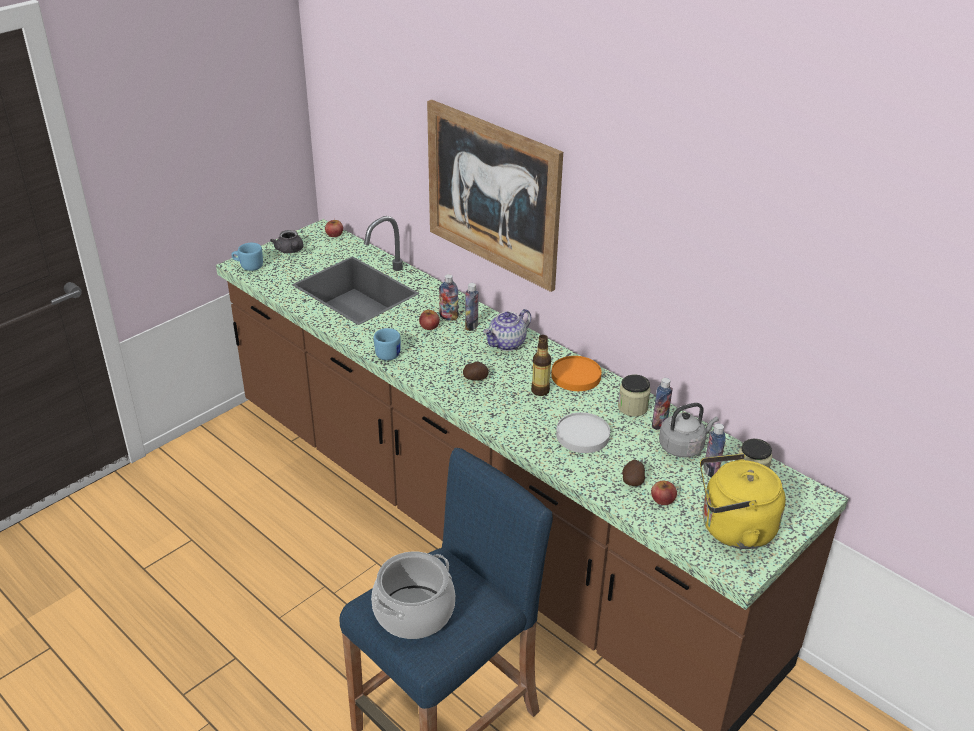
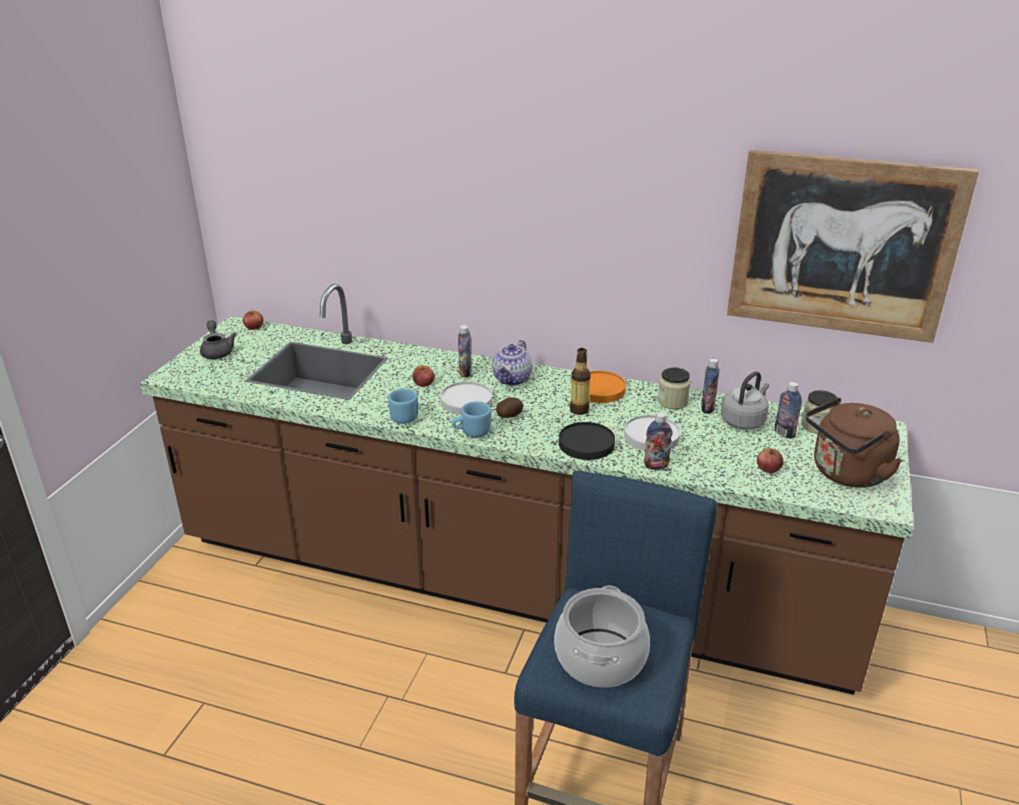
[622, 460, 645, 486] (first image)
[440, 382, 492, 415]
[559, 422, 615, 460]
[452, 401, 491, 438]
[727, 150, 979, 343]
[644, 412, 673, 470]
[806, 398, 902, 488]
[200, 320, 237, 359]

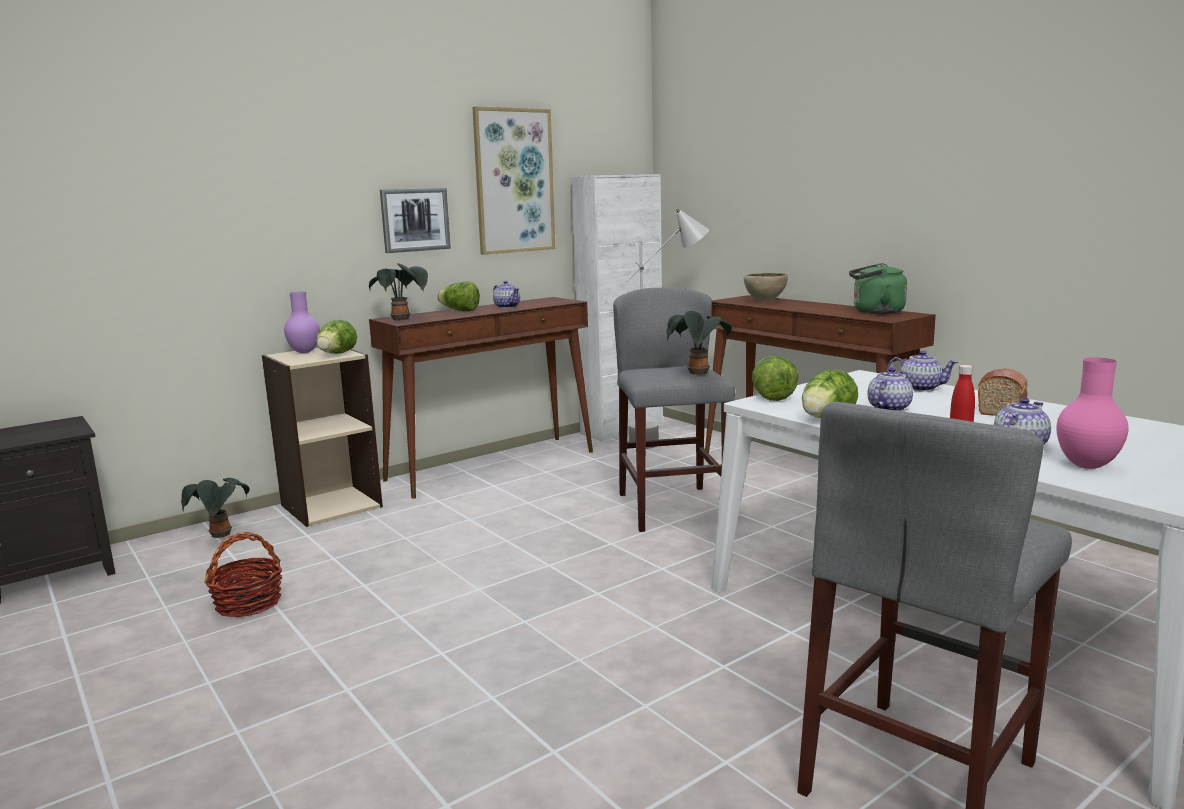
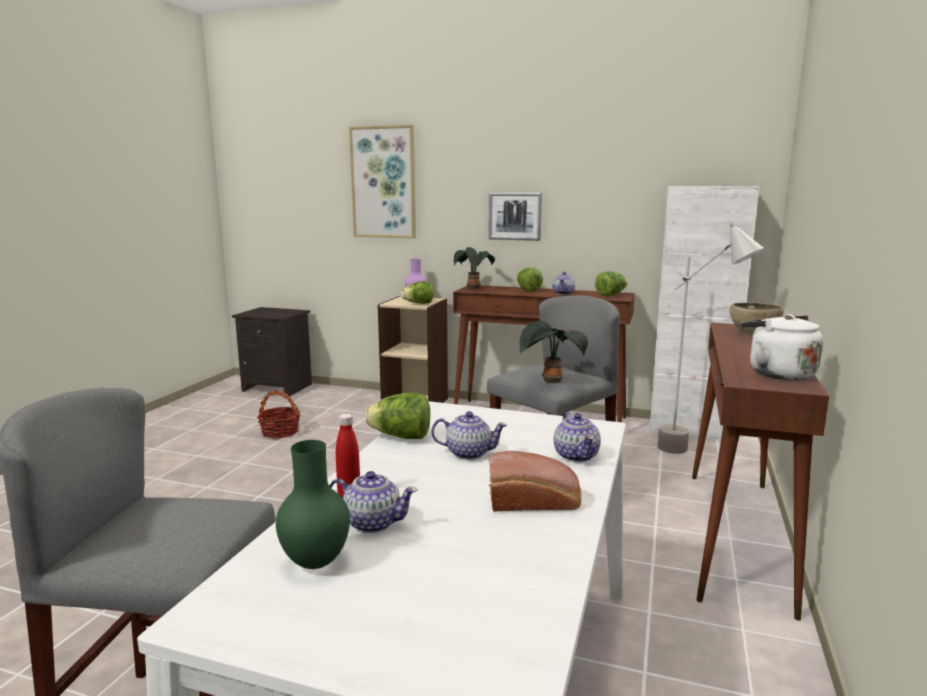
[181, 478, 249, 538] (first image)
[349, 125, 416, 238]
[595, 271, 628, 296]
[741, 314, 823, 380]
[276, 440, 350, 569]

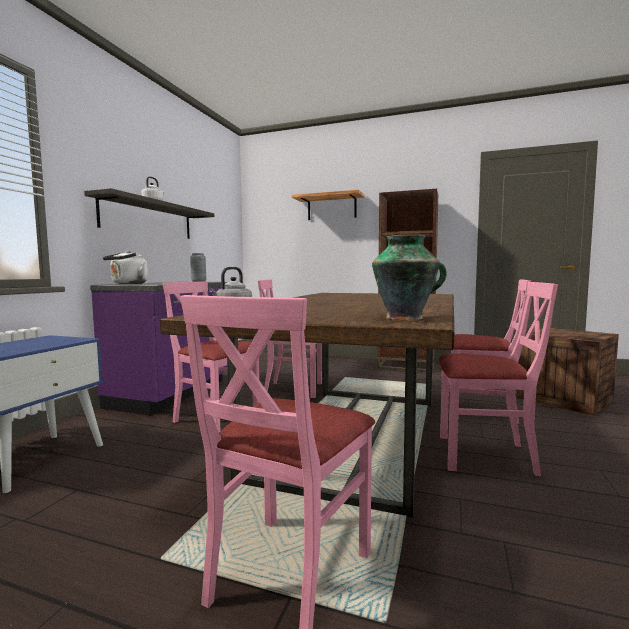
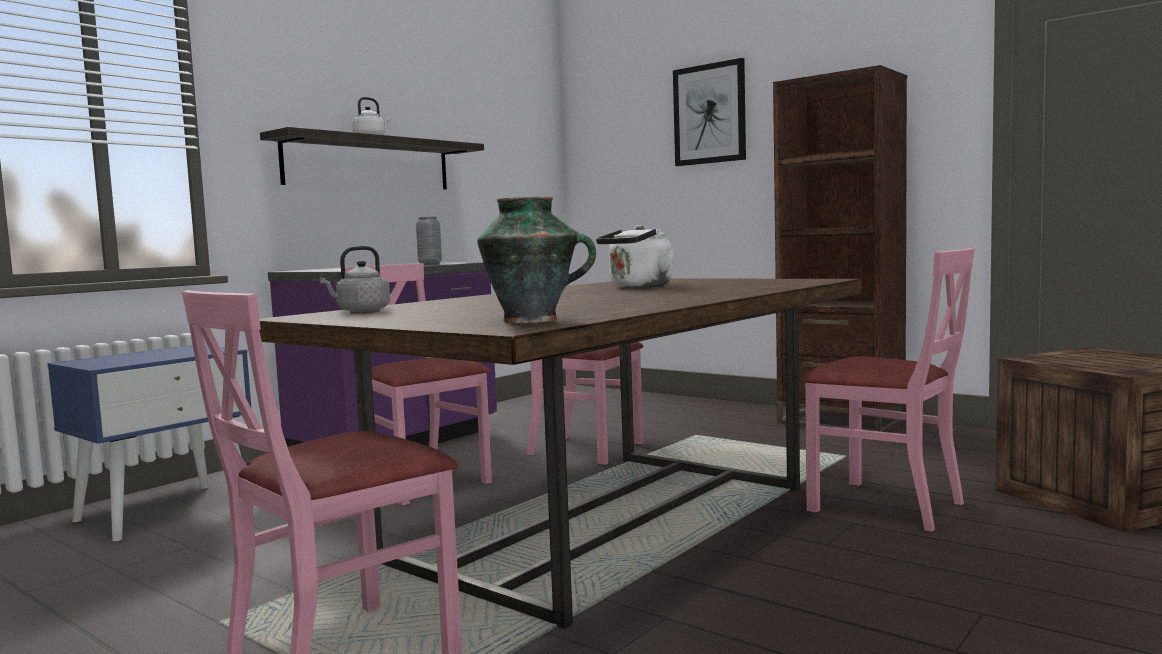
[439, 282, 558, 476] (first image)
[596, 225, 674, 288]
[673, 58, 746, 166]

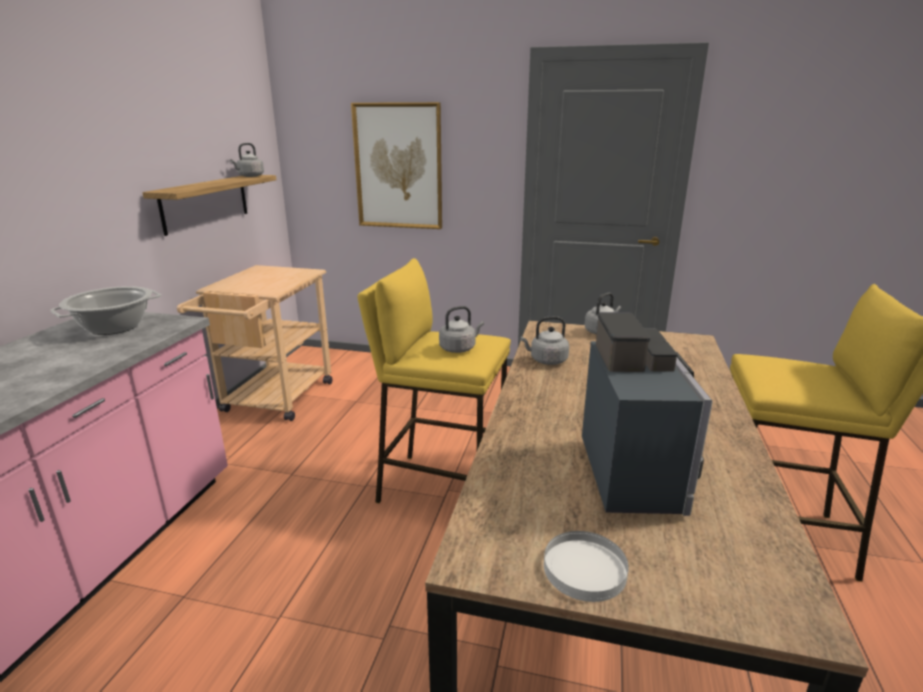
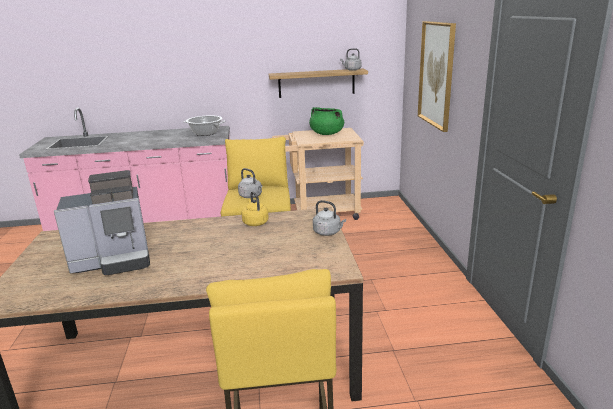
[544, 531, 629, 602] (first image)
[309, 107, 344, 135]
[242, 191, 269, 226]

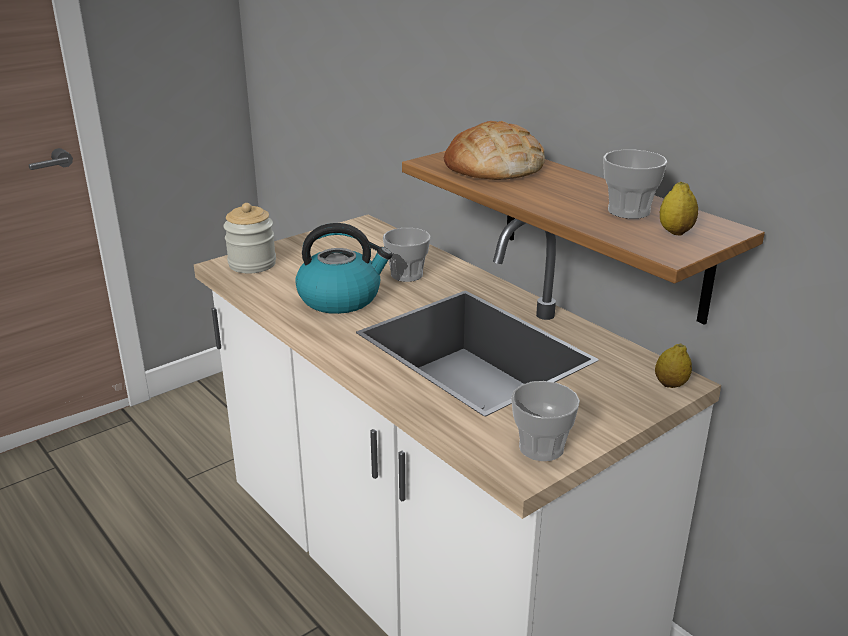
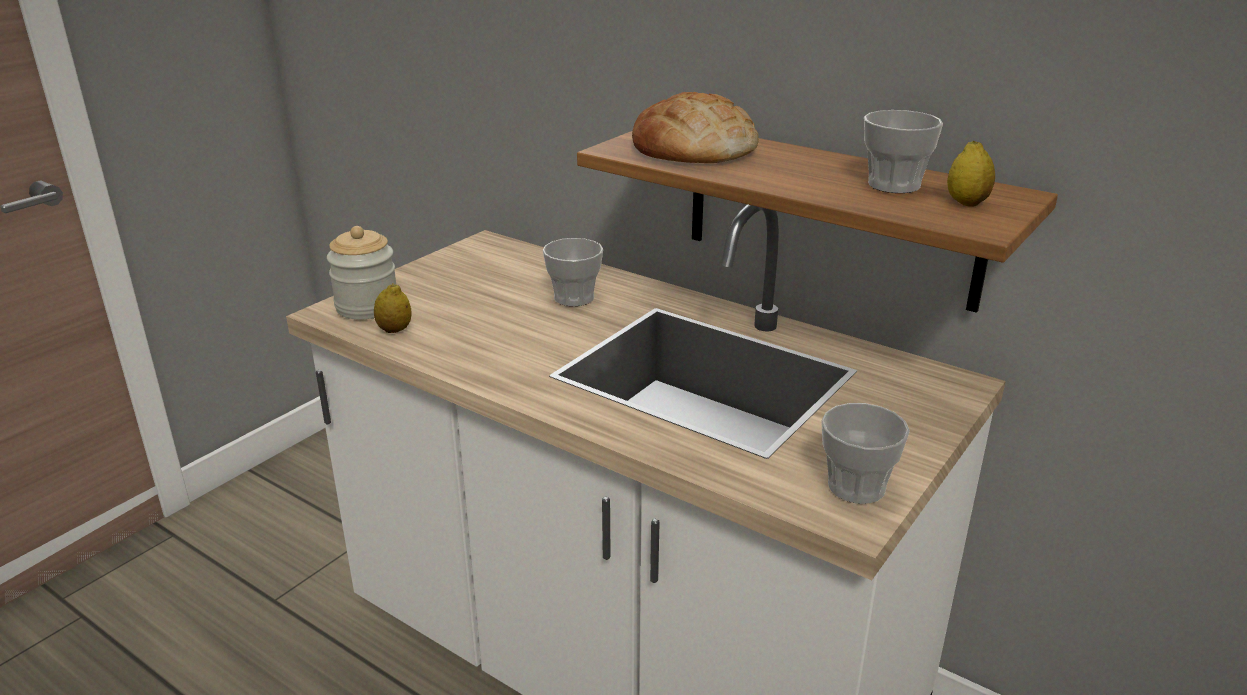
[295, 223, 392, 314] (first image)
[374, 283, 412, 333]

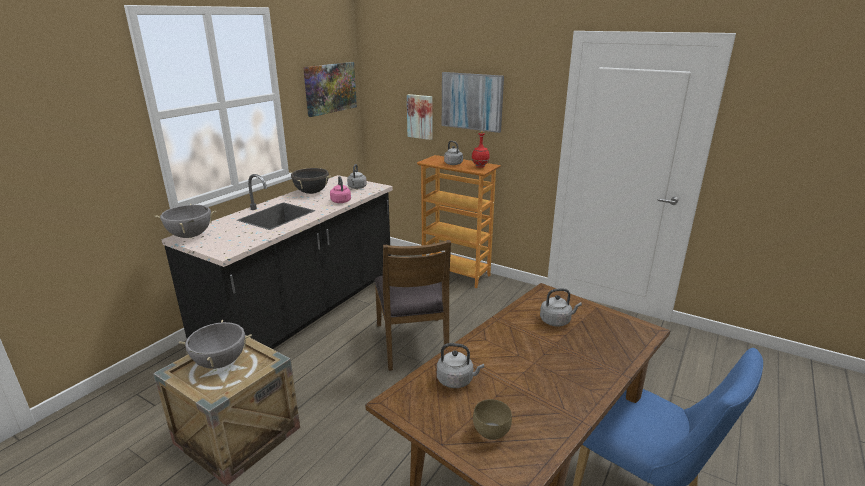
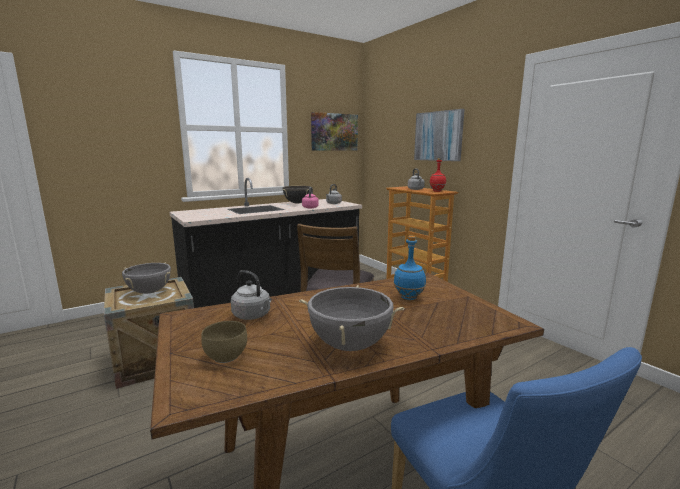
[407, 94, 432, 140] (first image)
[299, 285, 404, 351]
[393, 236, 426, 300]

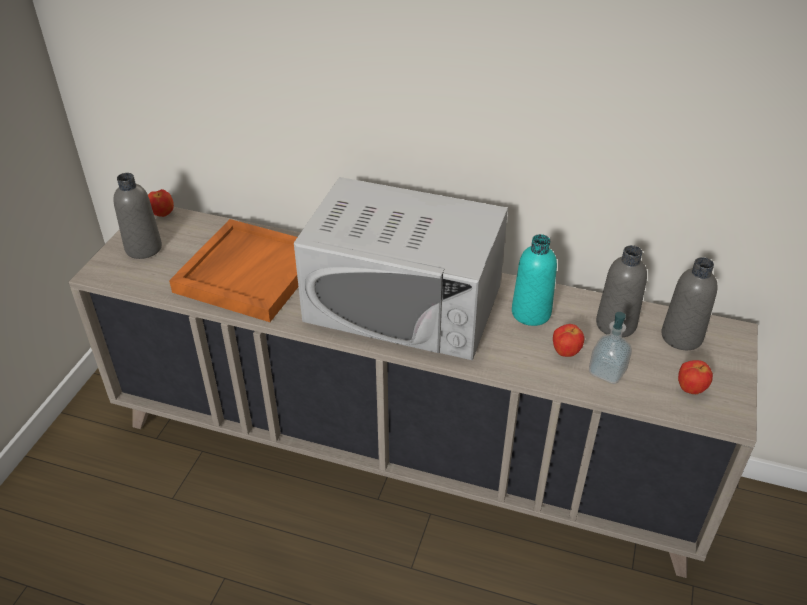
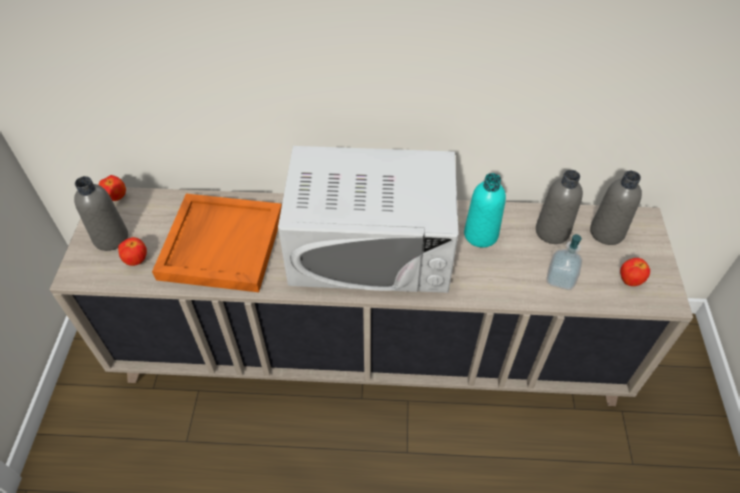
[118, 237, 147, 266]

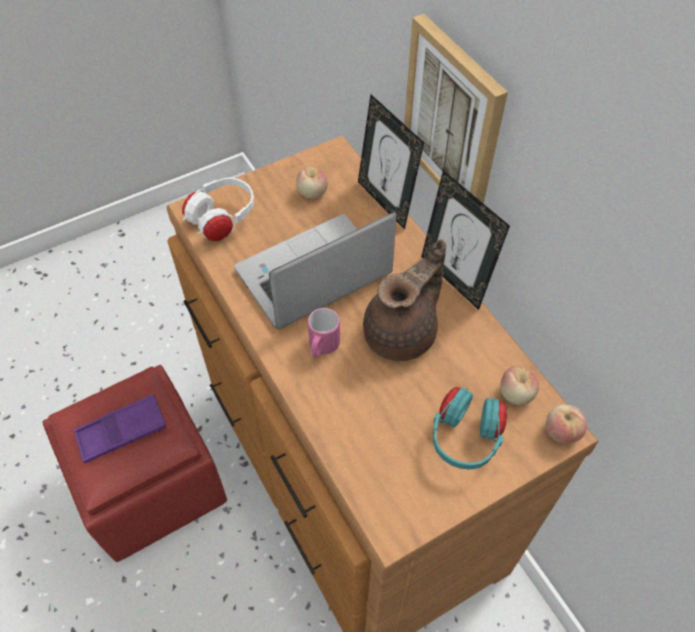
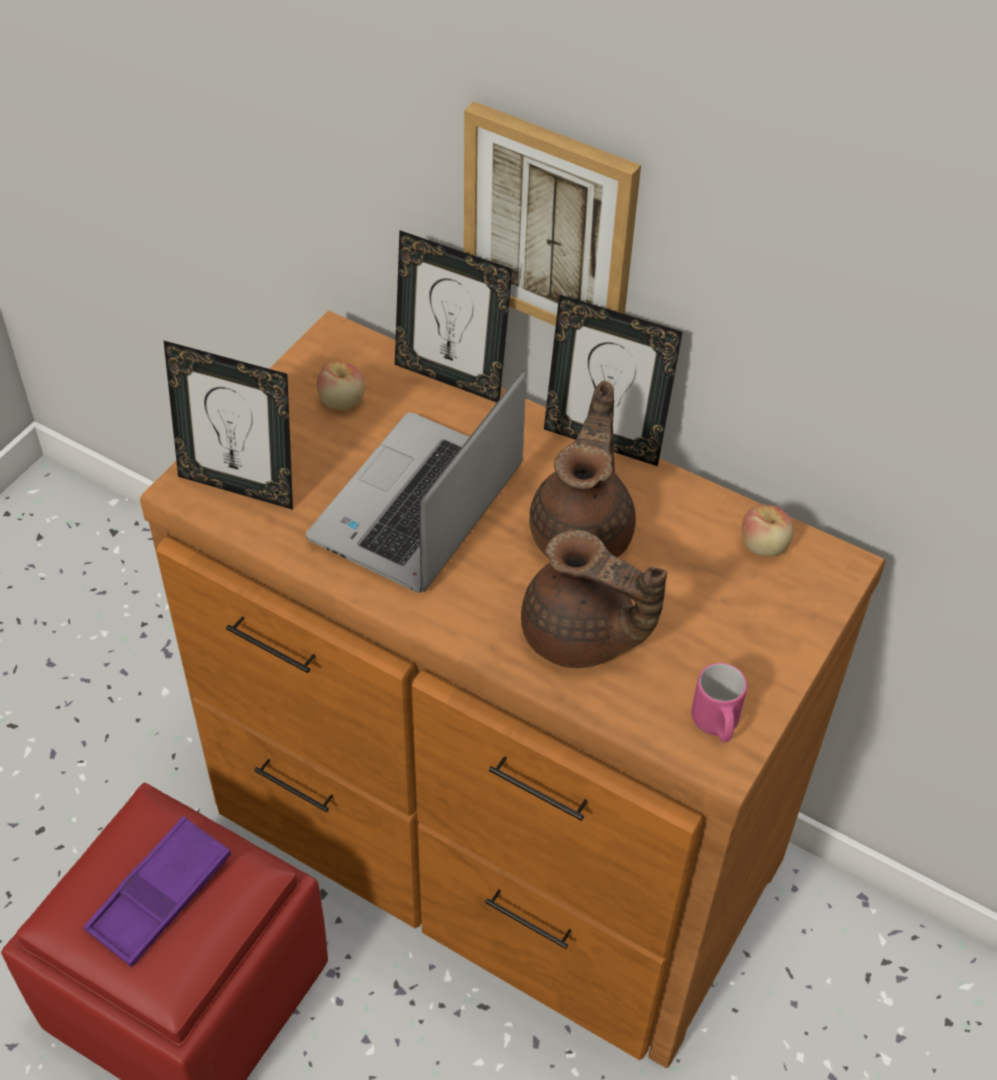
[433, 387, 507, 470] (first image)
[546, 405, 587, 443] (first image)
[521, 530, 667, 668]
[691, 663, 747, 742]
[164, 341, 293, 510]

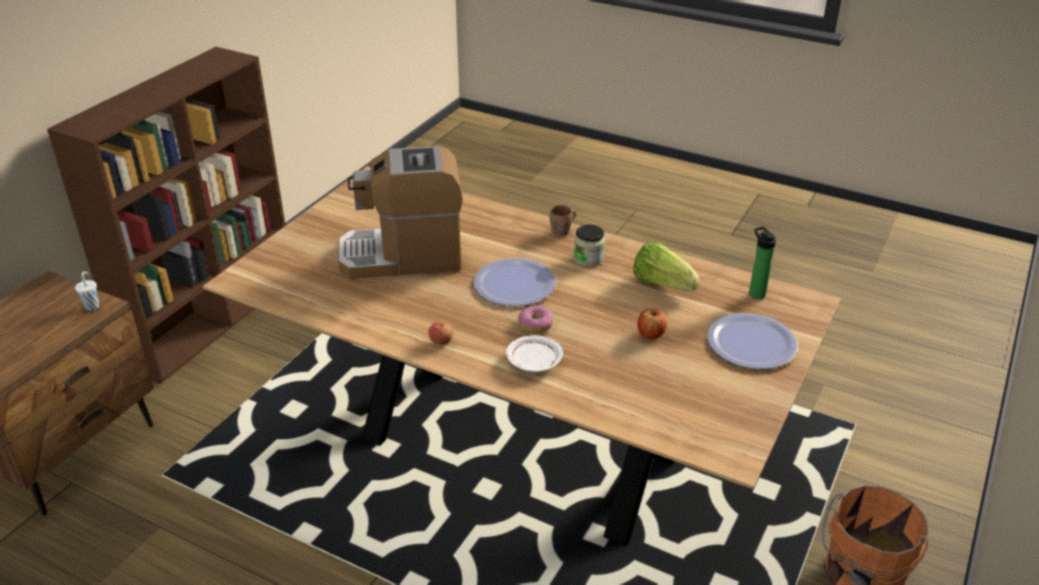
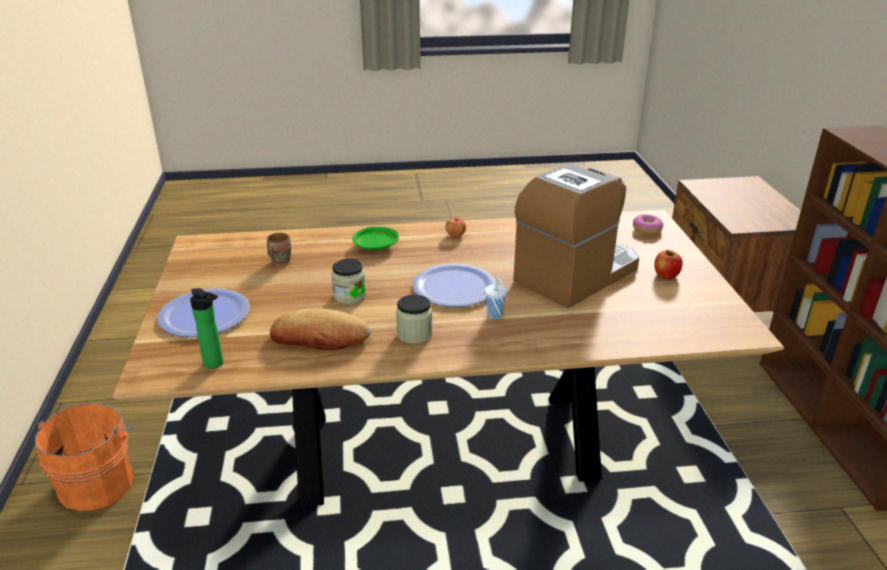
[331, 259, 366, 304]
[485, 277, 507, 319]
[633, 214, 663, 234]
[267, 233, 291, 265]
[654, 250, 683, 279]
[270, 309, 371, 350]
[352, 227, 399, 250]

